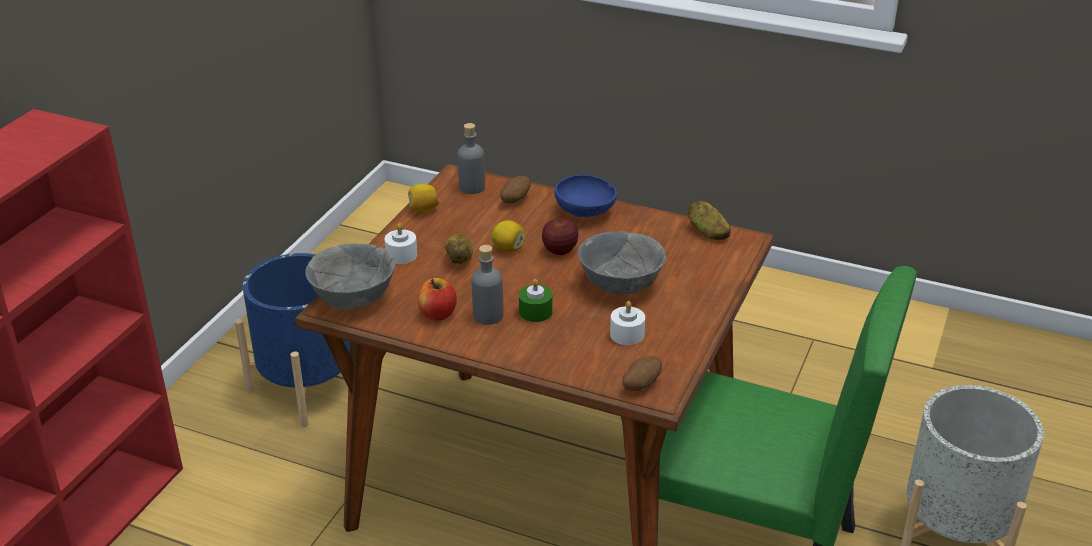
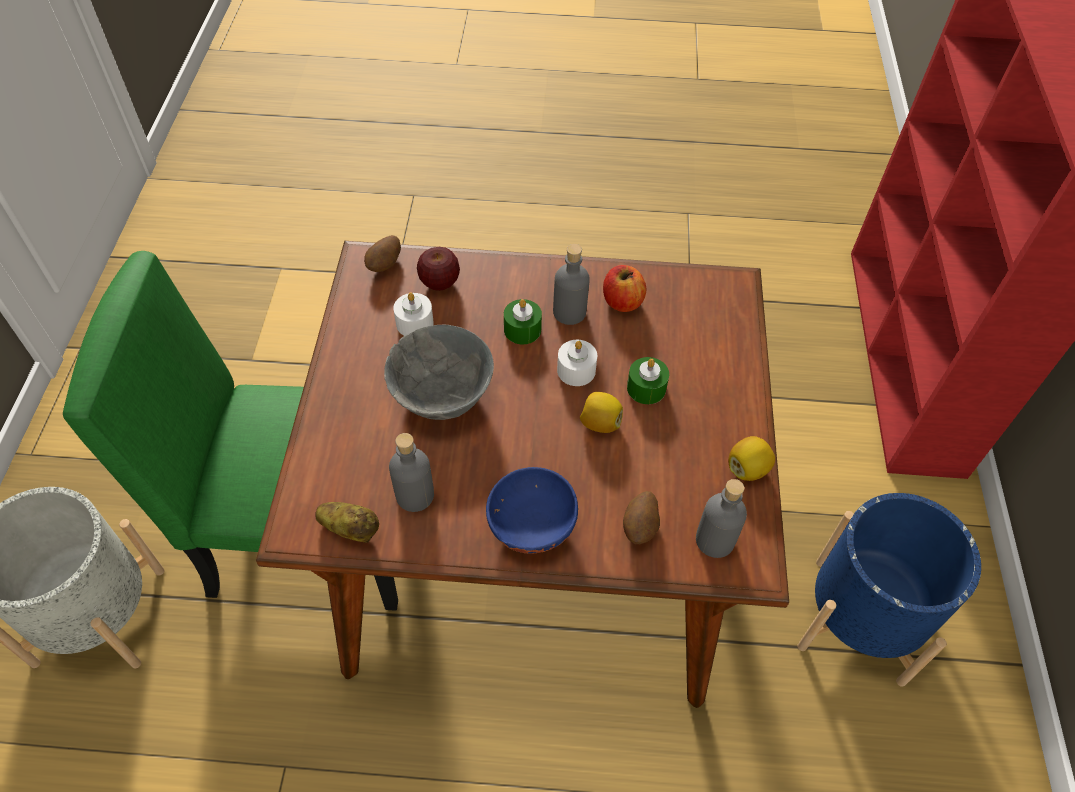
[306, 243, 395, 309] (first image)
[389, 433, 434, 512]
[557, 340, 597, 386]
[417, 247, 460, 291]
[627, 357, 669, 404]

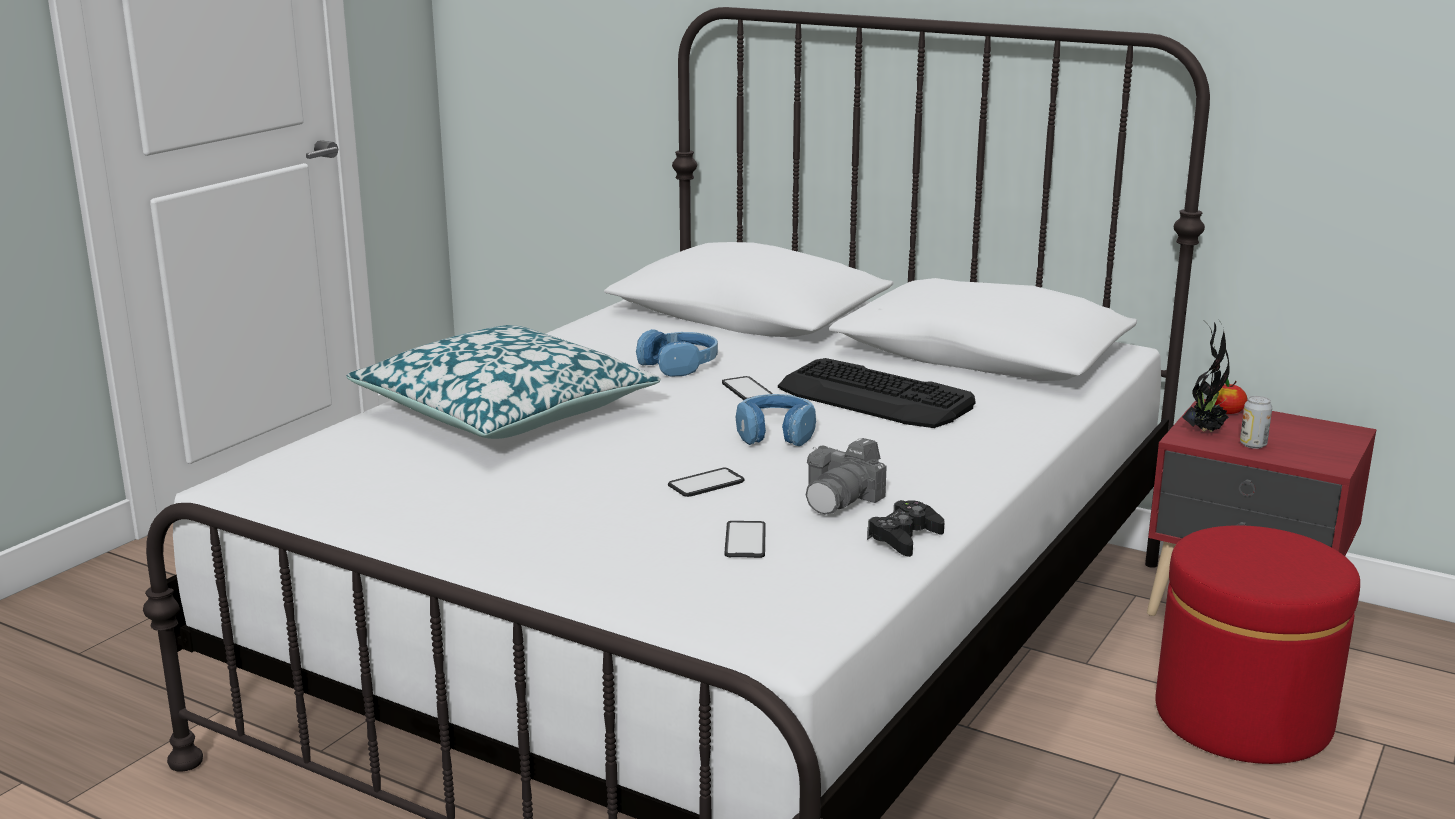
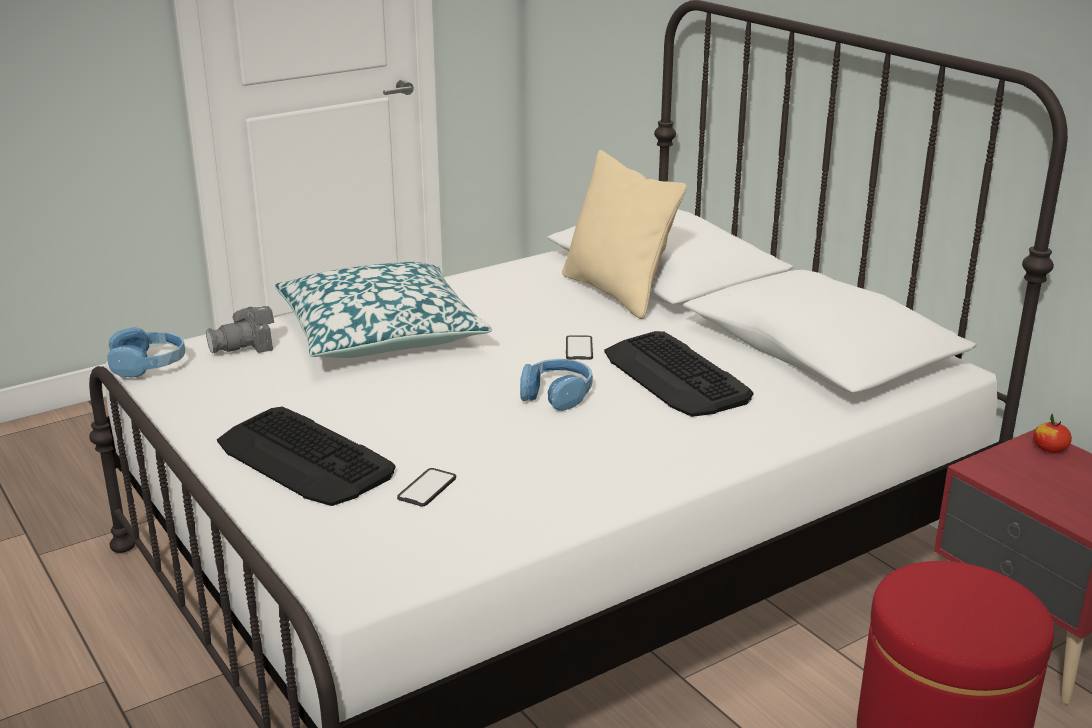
[668, 468, 745, 497] (first image)
[867, 500, 944, 557] (first image)
[1182, 315, 1230, 432] (first image)
[1240, 396, 1272, 449] (first image)
[217, 407, 395, 506]
[562, 150, 687, 319]
[107, 327, 185, 378]
[206, 306, 274, 354]

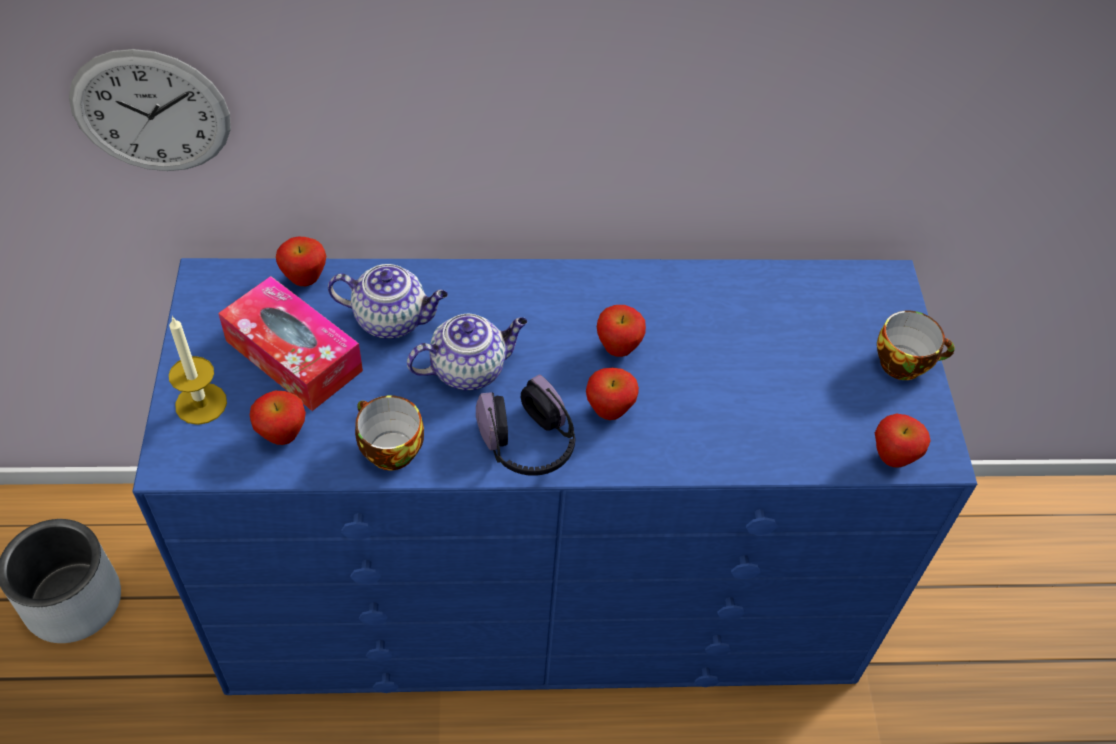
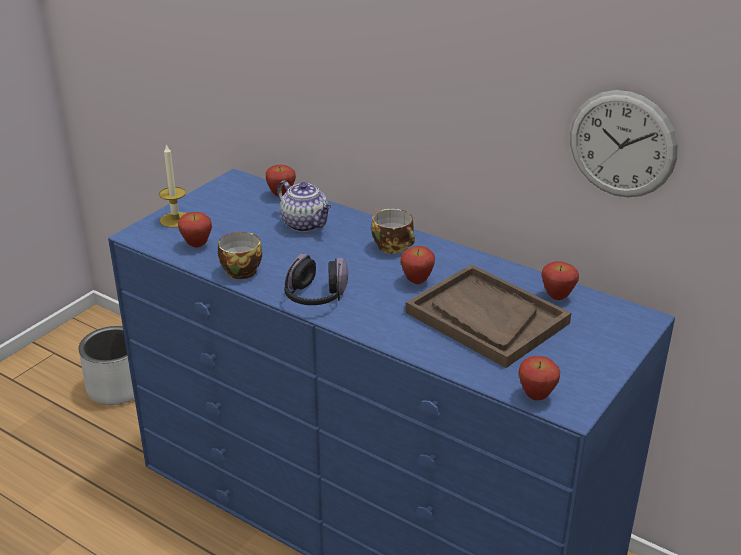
[218, 276, 363, 411] (first image)
[407, 314, 527, 390] (first image)
[405, 264, 571, 368]
[570, 90, 678, 197]
[541, 261, 579, 300]
[371, 209, 415, 254]

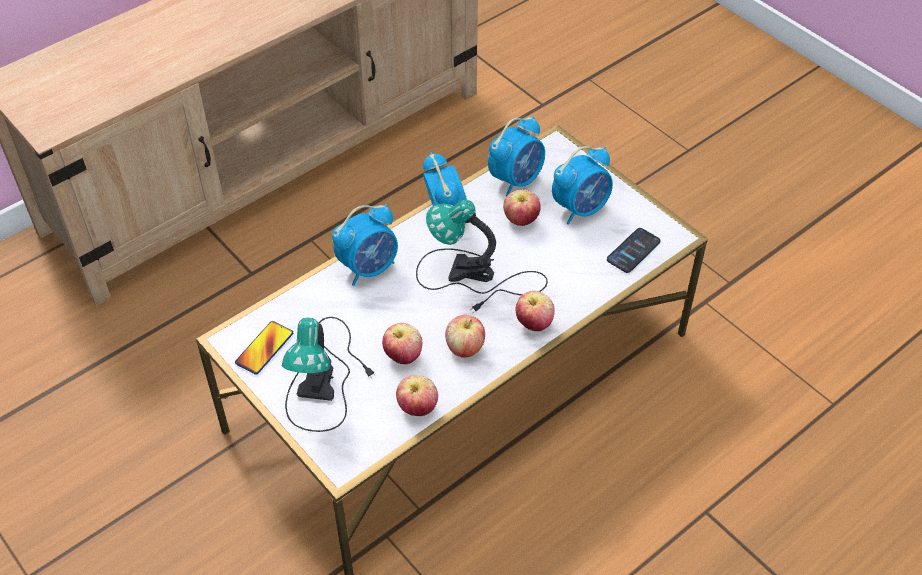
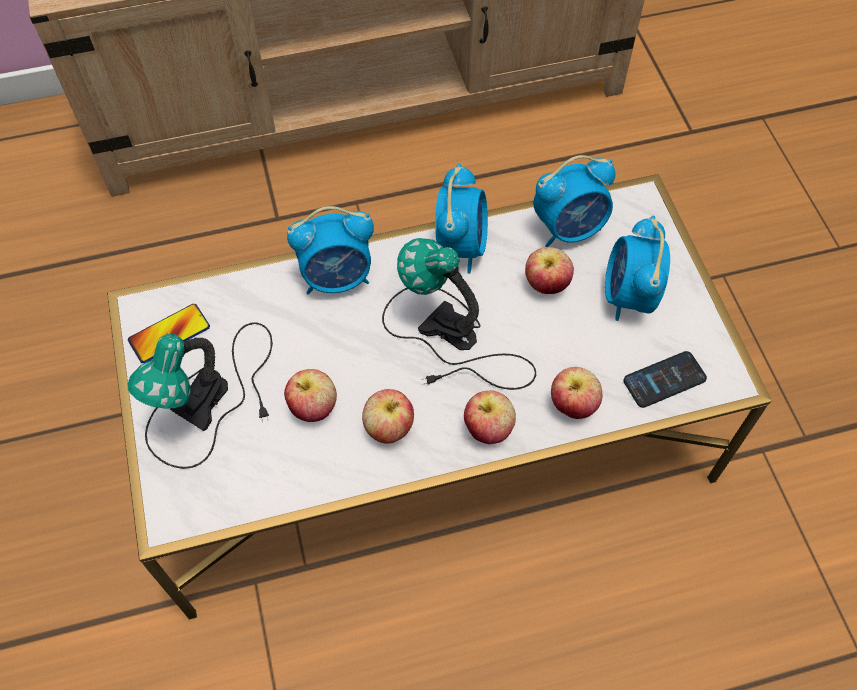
[551, 367, 602, 419]
[605, 215, 670, 321]

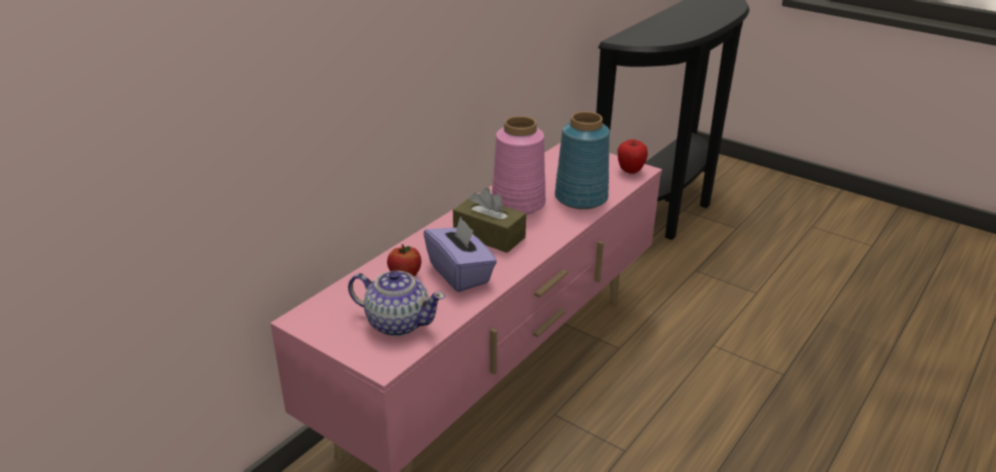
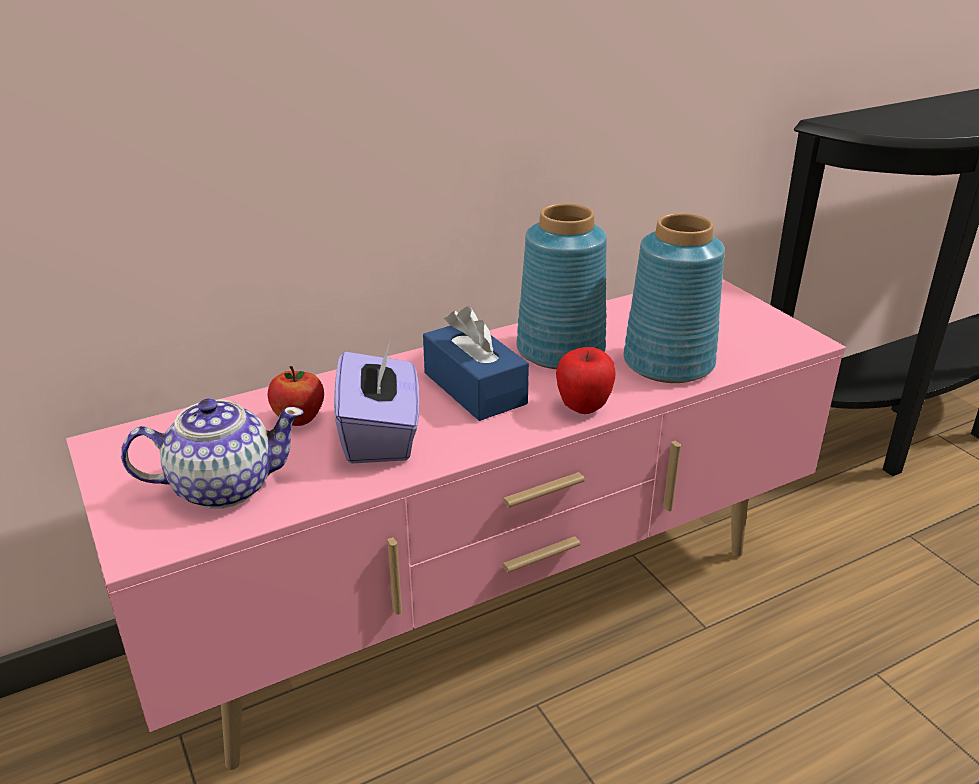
[556, 347, 615, 414]
[423, 306, 529, 421]
[516, 203, 607, 369]
[121, 398, 304, 509]

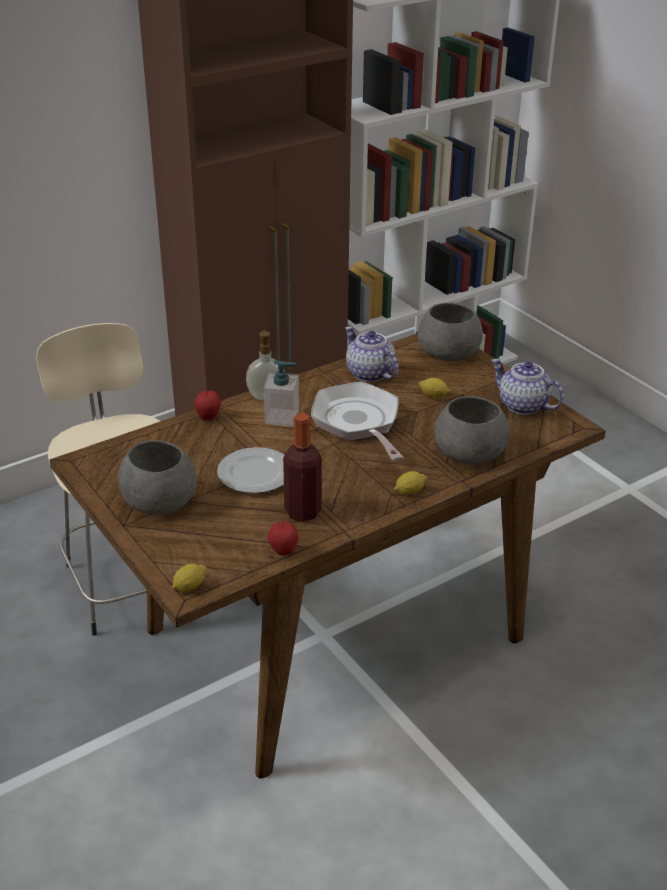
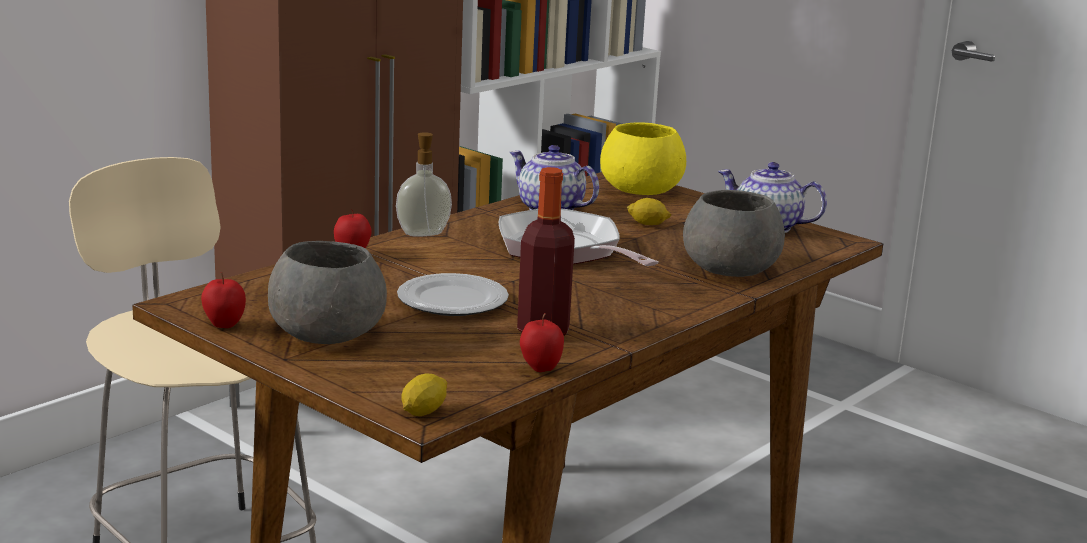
[264, 360, 299, 427] (first image)
[394, 471, 427, 495] (first image)
[201, 272, 246, 328]
[600, 122, 686, 195]

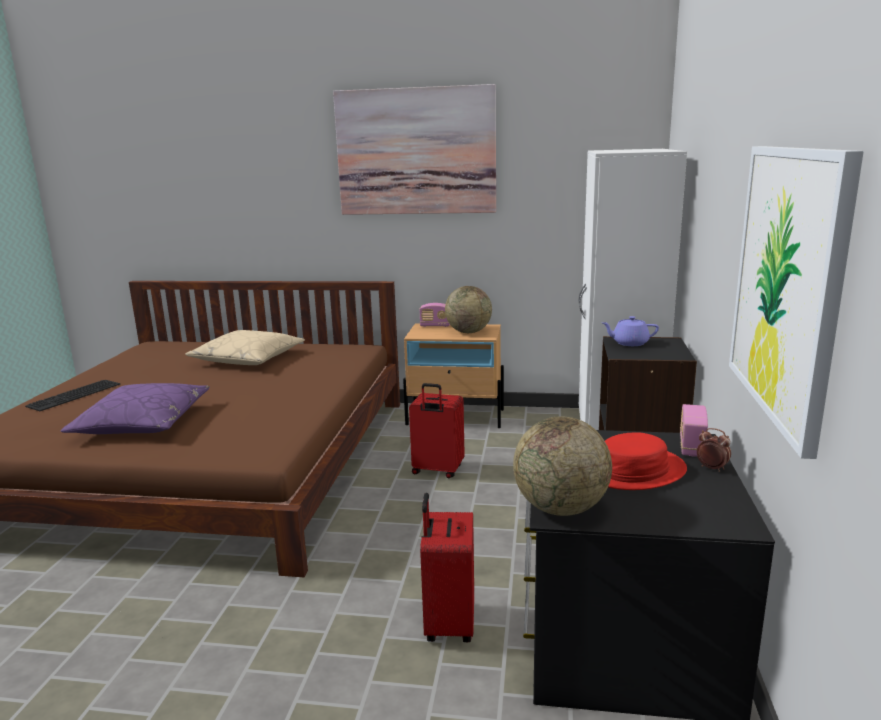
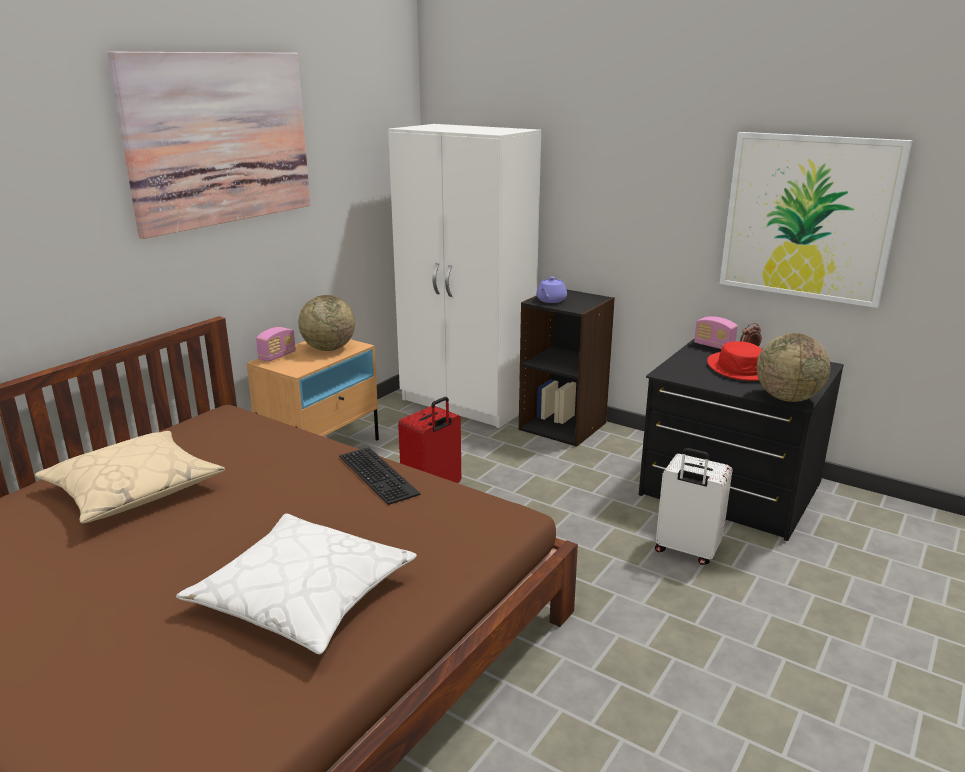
[339, 447, 421, 505]
[176, 513, 417, 655]
[655, 448, 733, 565]

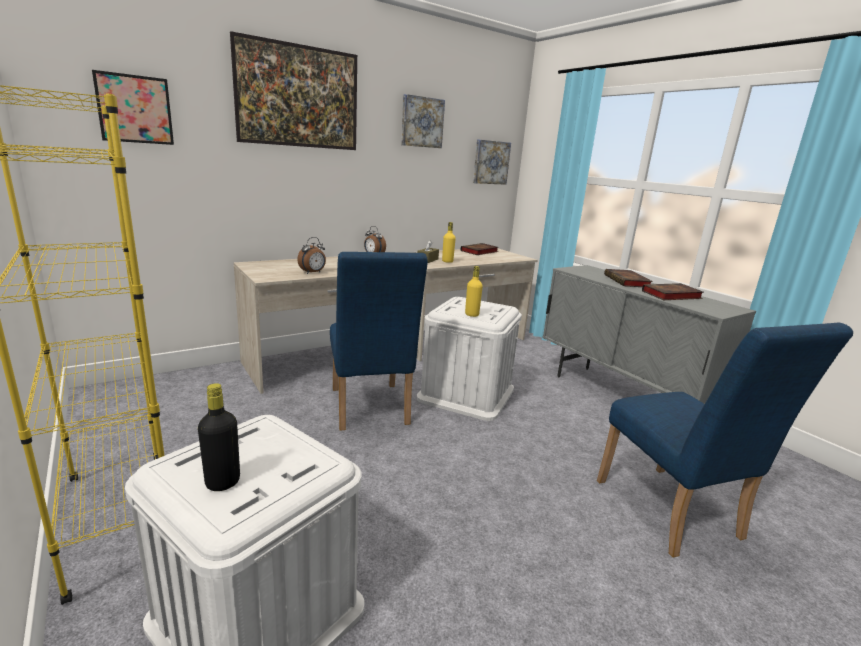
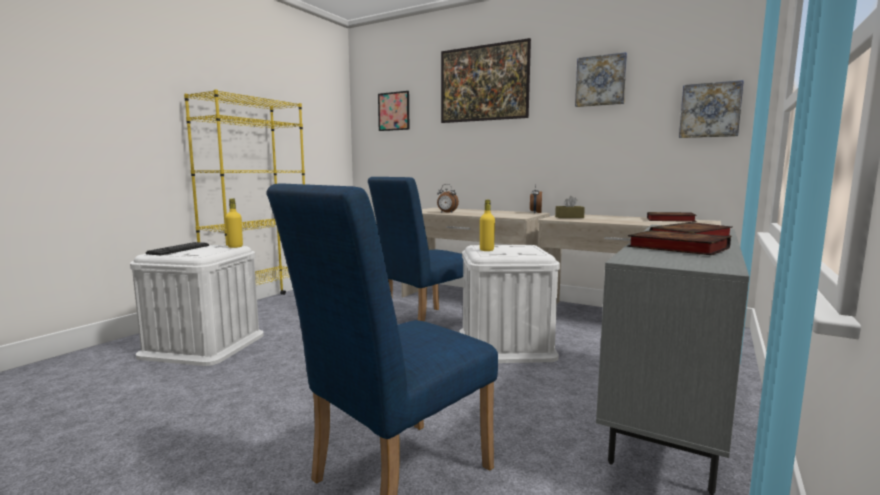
[225, 198, 243, 248]
[146, 242, 209, 255]

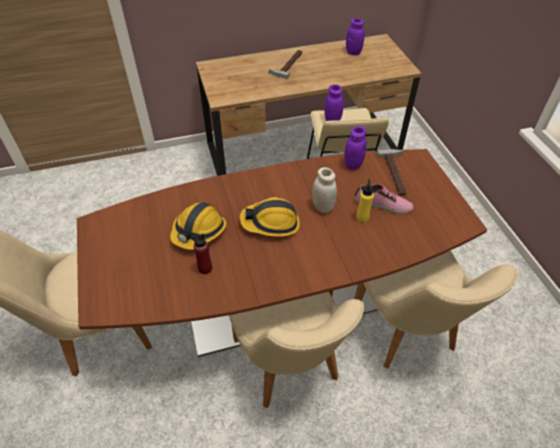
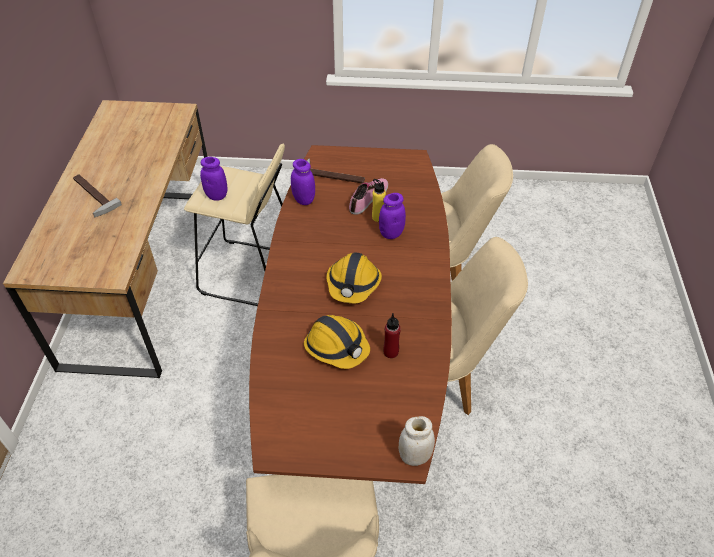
[399, 416, 435, 466]
[379, 193, 406, 239]

